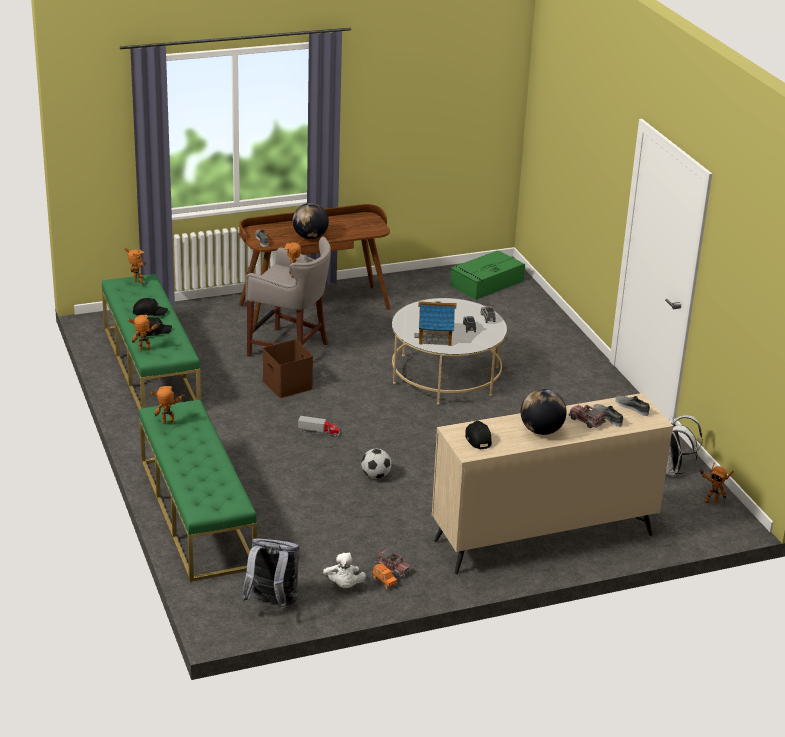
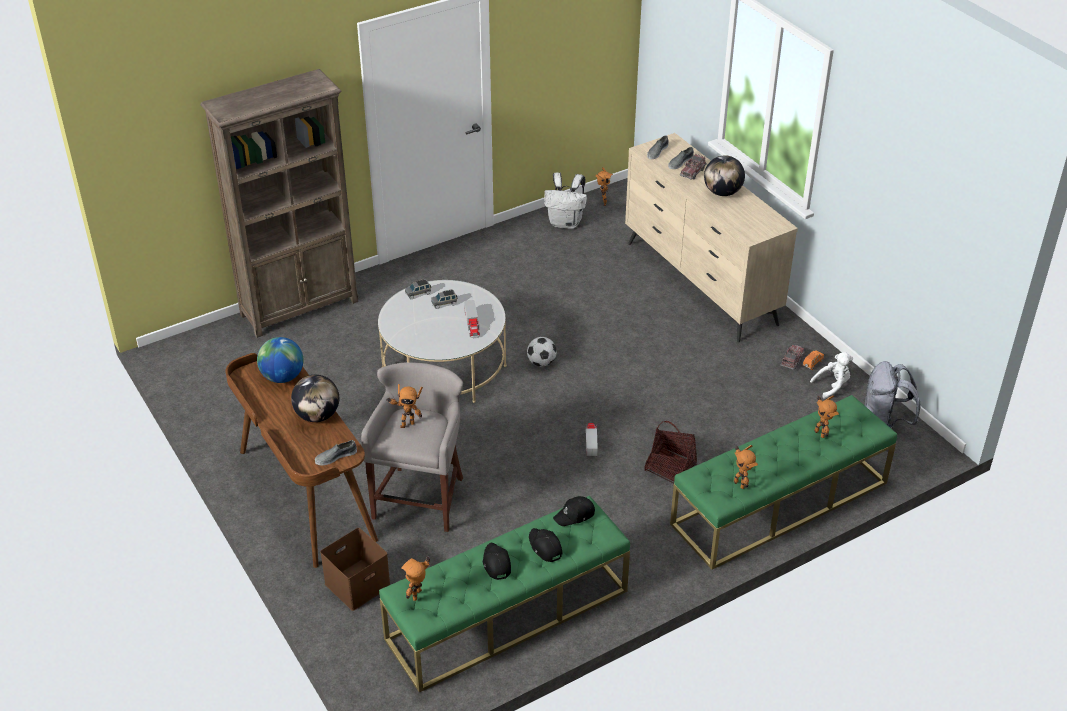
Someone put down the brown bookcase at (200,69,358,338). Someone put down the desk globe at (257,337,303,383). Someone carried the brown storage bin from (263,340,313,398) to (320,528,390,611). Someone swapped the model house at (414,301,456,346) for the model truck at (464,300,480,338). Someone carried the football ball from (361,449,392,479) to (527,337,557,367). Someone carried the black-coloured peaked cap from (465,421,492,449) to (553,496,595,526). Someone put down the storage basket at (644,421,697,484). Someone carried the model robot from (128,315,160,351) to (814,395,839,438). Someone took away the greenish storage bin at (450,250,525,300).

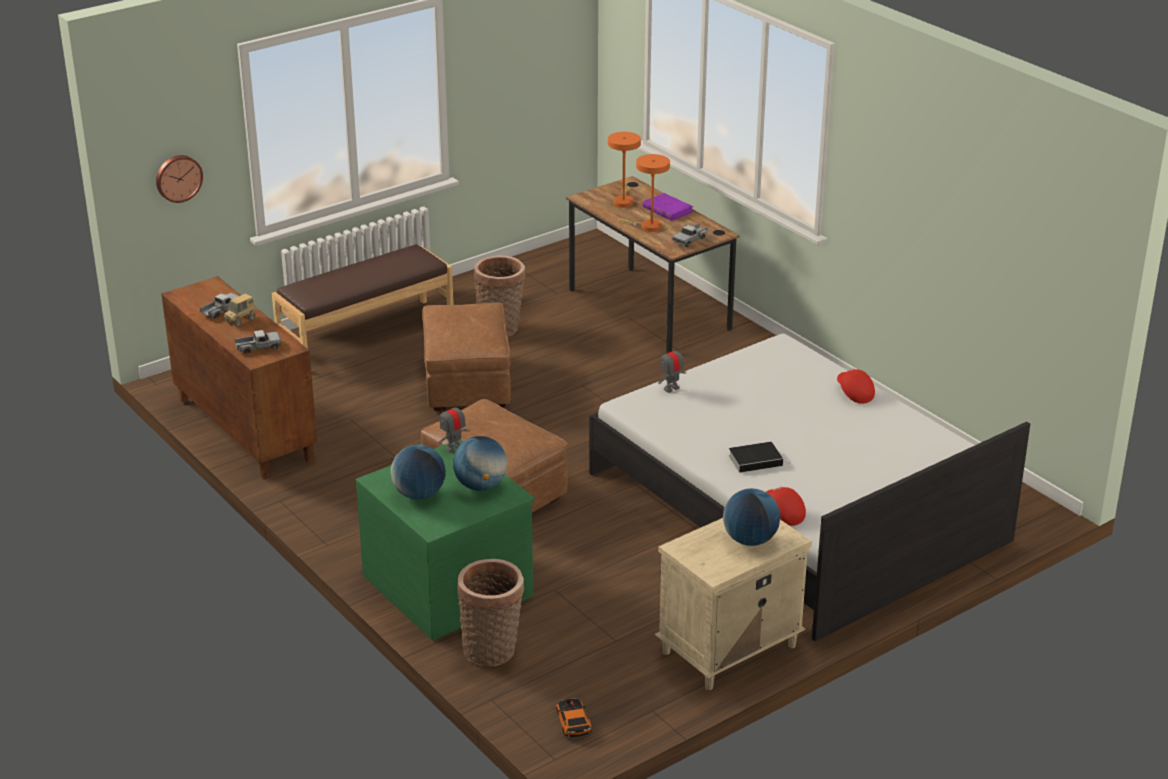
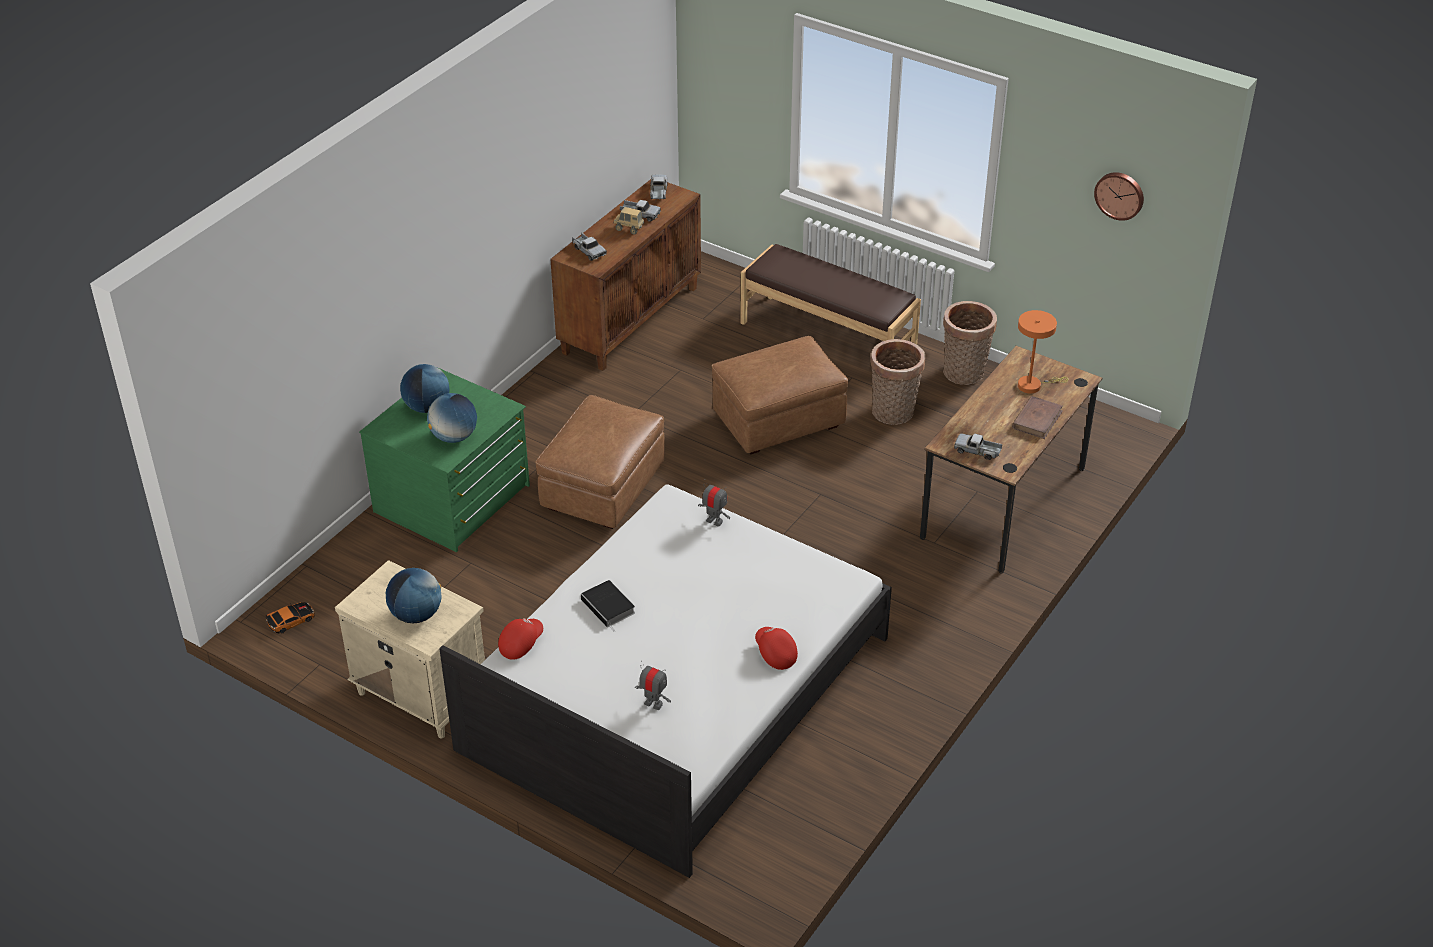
Someone carried the model robot from (438,399,470,453) to (635,661,671,710). Someone put down the model truck at (650,174,668,201). Someone rotated the reddish peaked cap at (837,369,875,404) by 75 degrees counterclockwise. Someone carried the storage basket from (457,559,524,667) to (943,301,997,385). Someone repainted the purple bound book at (643,193,693,221), which became the brown bound book at (1012,396,1063,439). Someone carried the wall clock from (156,155,203,203) to (1094,172,1144,221). Someone took away the orange-coloured table lamp at (618,154,670,232).

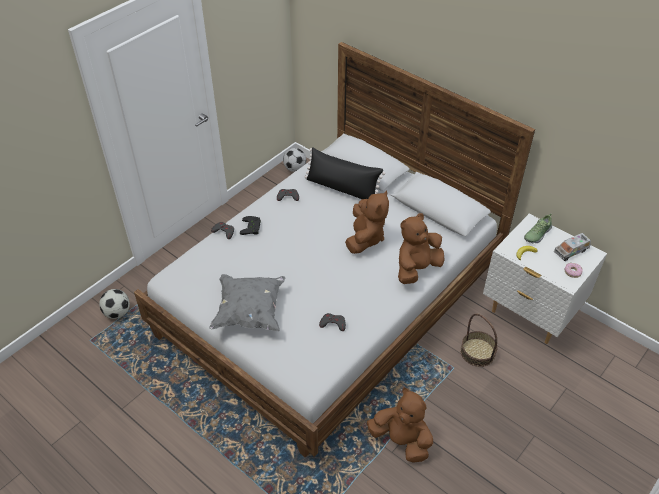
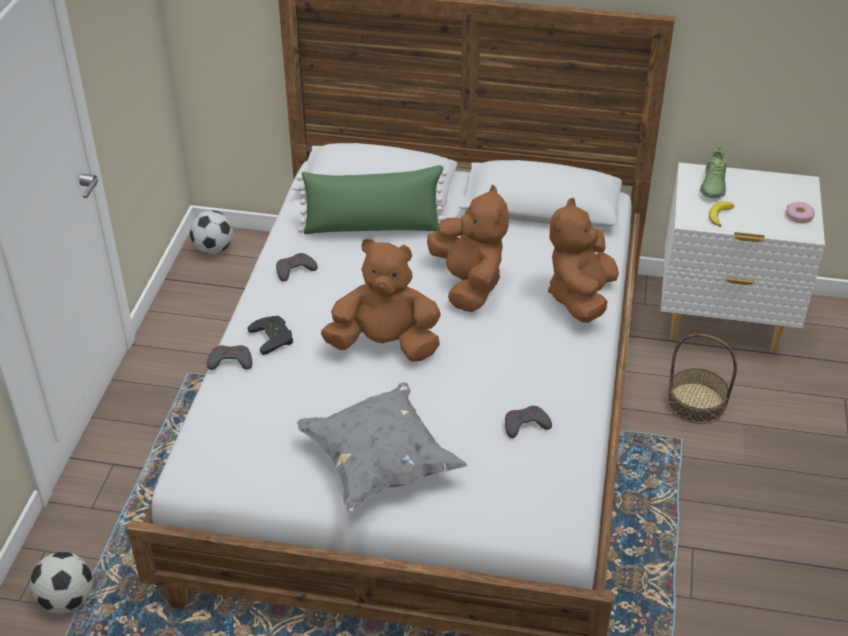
Someone repainted the black-coloured pillow at (304,147,385,199), which became the greenish pillow at (297,165,447,234). Someone carried the brown soft toy from (367,388,433,463) to (321,238,441,362). Someone took away the model truck at (554,233,591,261).

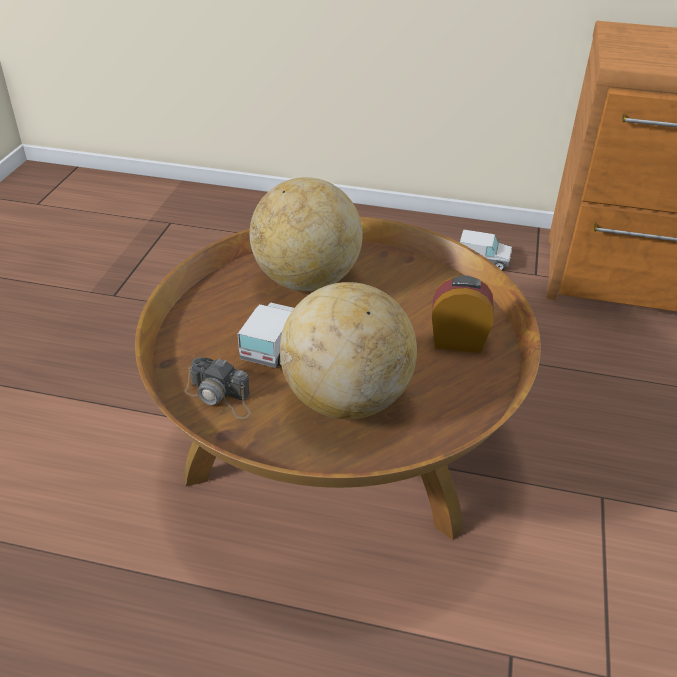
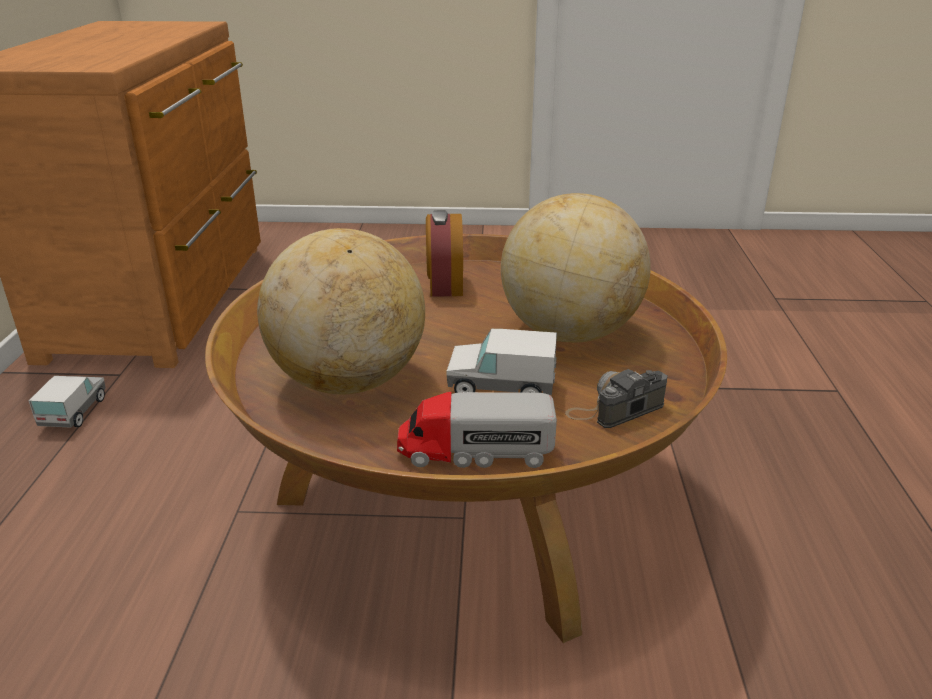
Someone put down the model truck at (397,392,557,468). Someone rotated the still camera at (184,357,251,419) by 135 degrees counterclockwise.

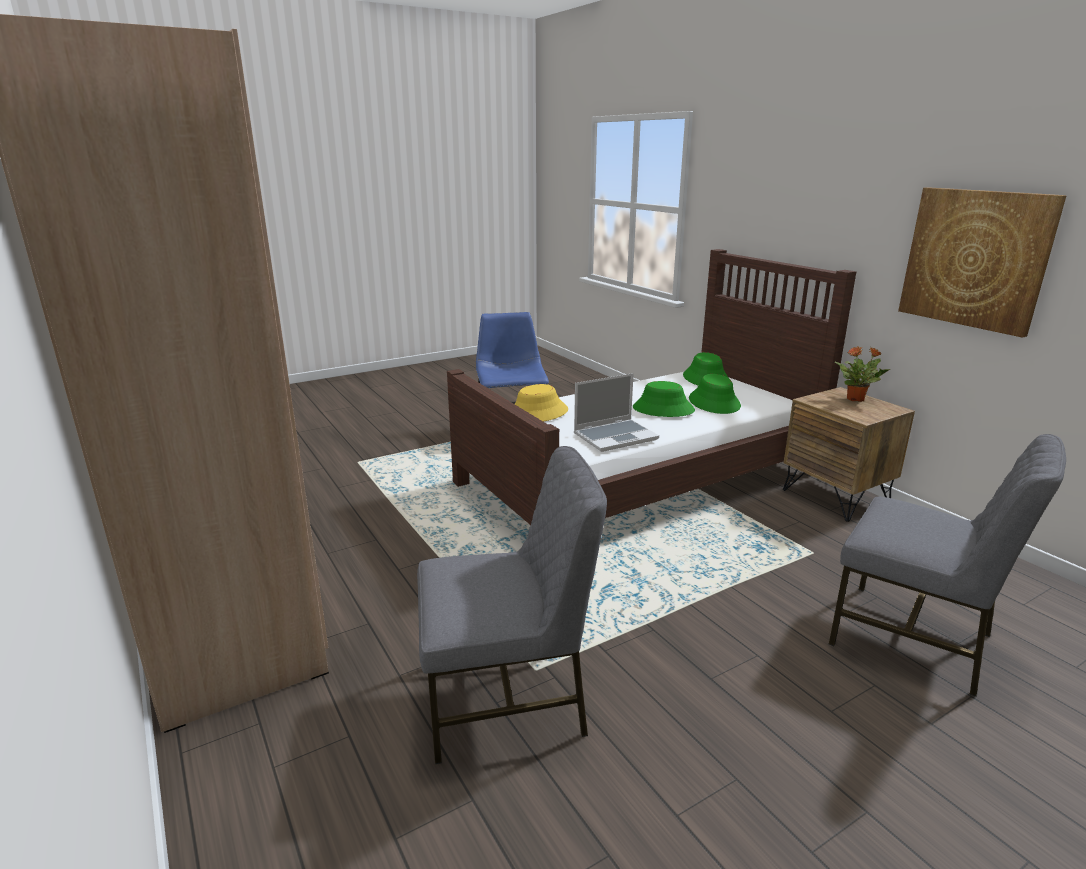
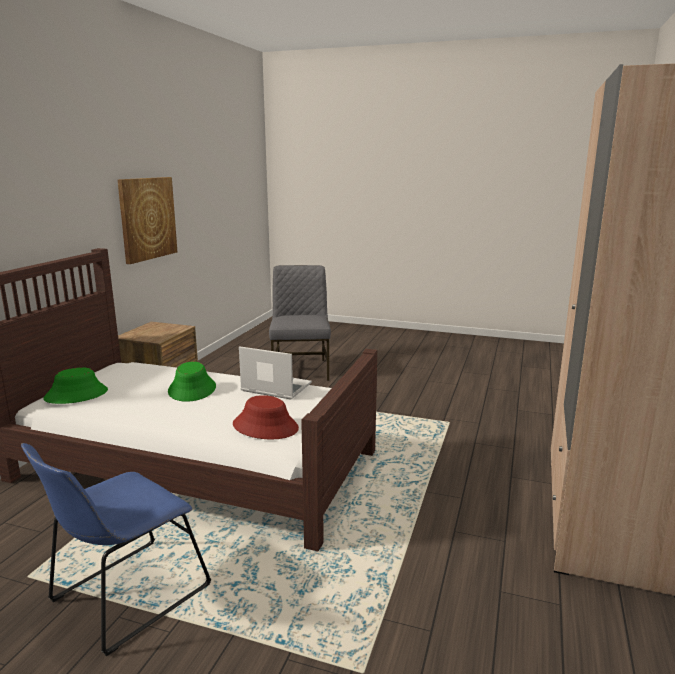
Someone repainted the yellowish clothing hat at (515,384,568,422), which became the reddish clothing hat at (233,395,299,439). Someone took away the greyish upright chair at (417,446,607,764). Someone took away the greenish clothing hat at (689,374,741,414). Someone took away the potted plant at (834,346,890,402).

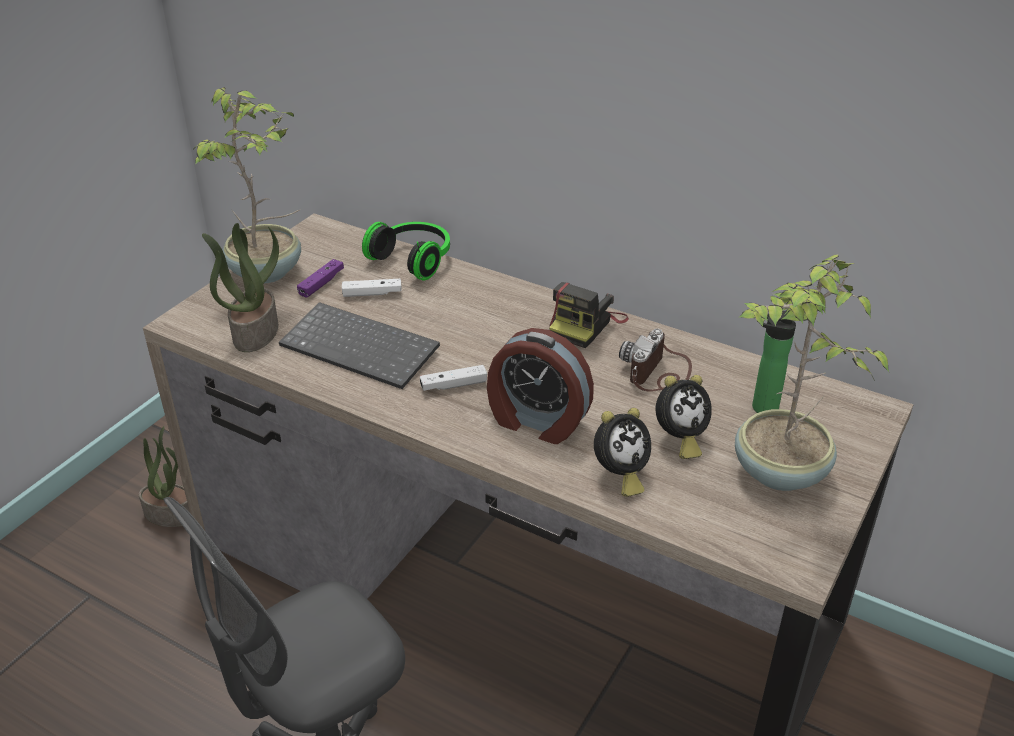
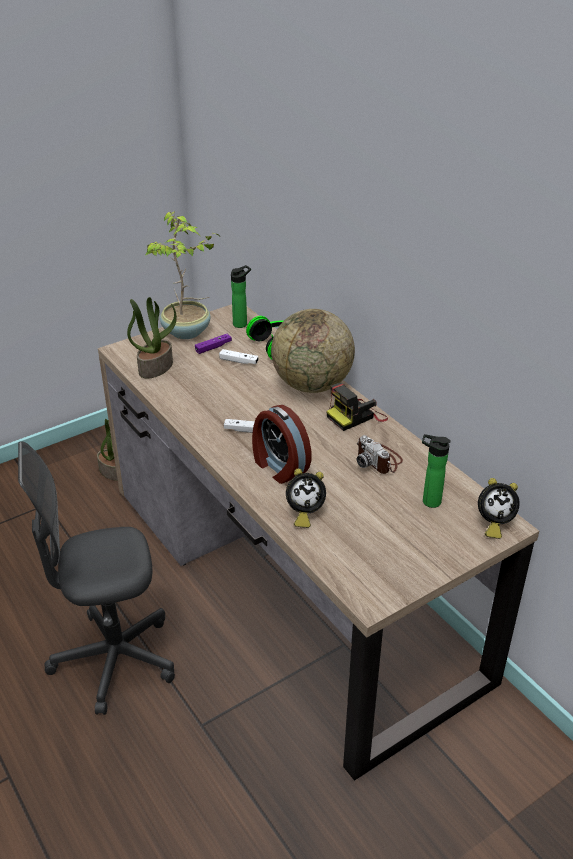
Someone put down the beverage bottle at (231,265,251,328). Someone put down the desk globe at (271,309,355,393). Someone rotated the still camera at (619,329,692,392) by 90 degrees counterclockwise. Someone carried the table clock from (656,375,712,459) to (478,478,520,539). Someone took away the keyboard at (279,302,440,389). Someone took away the potted plant at (735,254,889,491).

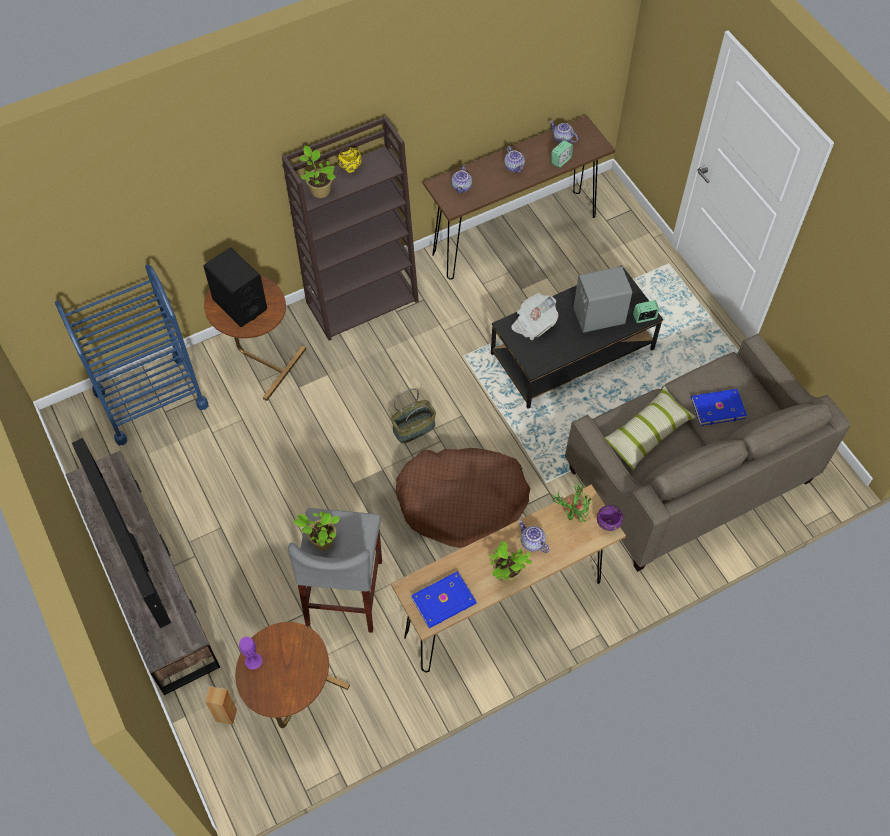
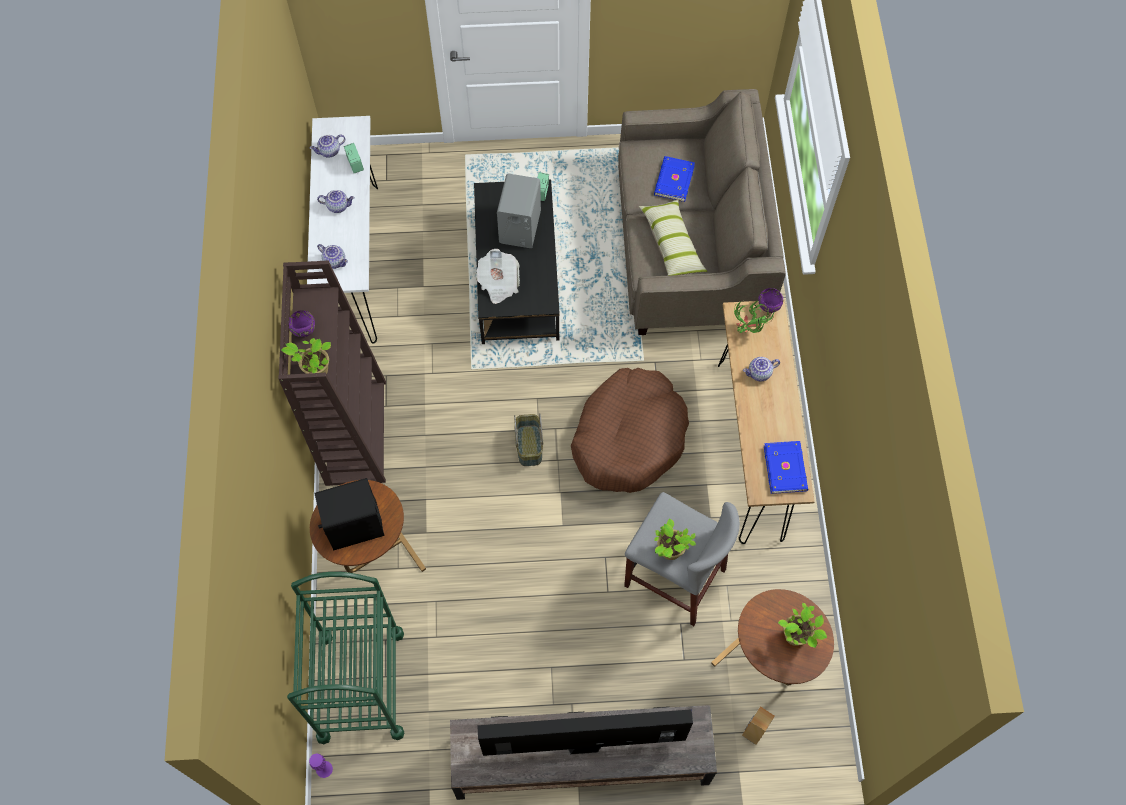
Someone repainted the blue-coloured cart at (55,264,209,446), which became the greenish cart at (287,572,404,744). Someone repainted the yellowish serving bowl at (338,148,362,173), which became the purple serving bowl at (289,310,315,337). Someone repainted the brown hall table at (423,115,615,280), which became the whitish hall table at (307,116,378,344). Someone carried the purple flower vase from (239,637,262,670) to (309,754,333,778). Someone carried the potted plant from (490,541,532,584) to (778,603,827,648).

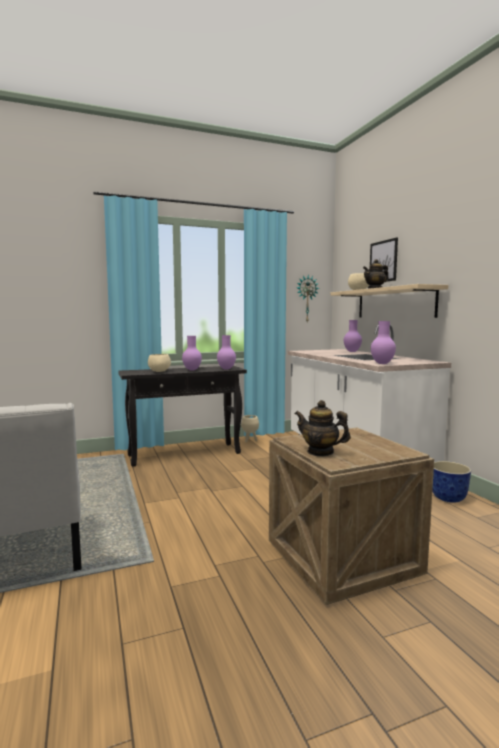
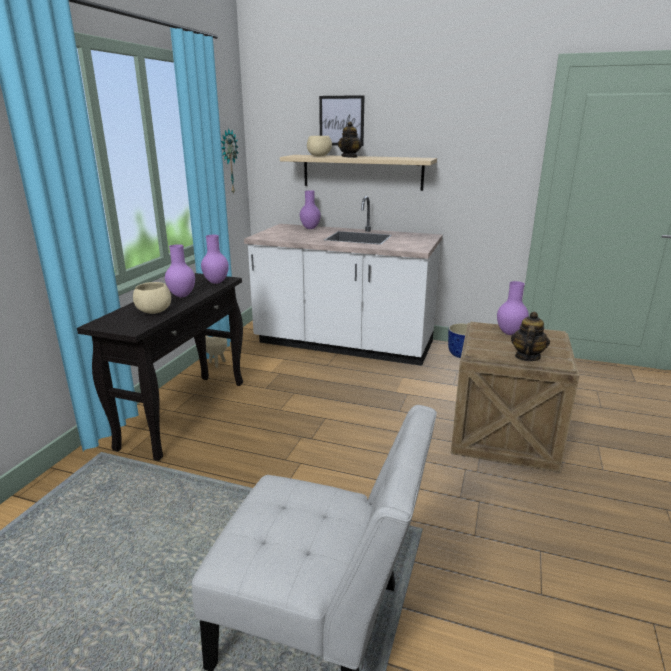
Someone carried the purple flower vase from (371,321,396,364) to (497,281,529,335). Someone rotated the teapot at (295,400,351,456) by 135 degrees clockwise.

